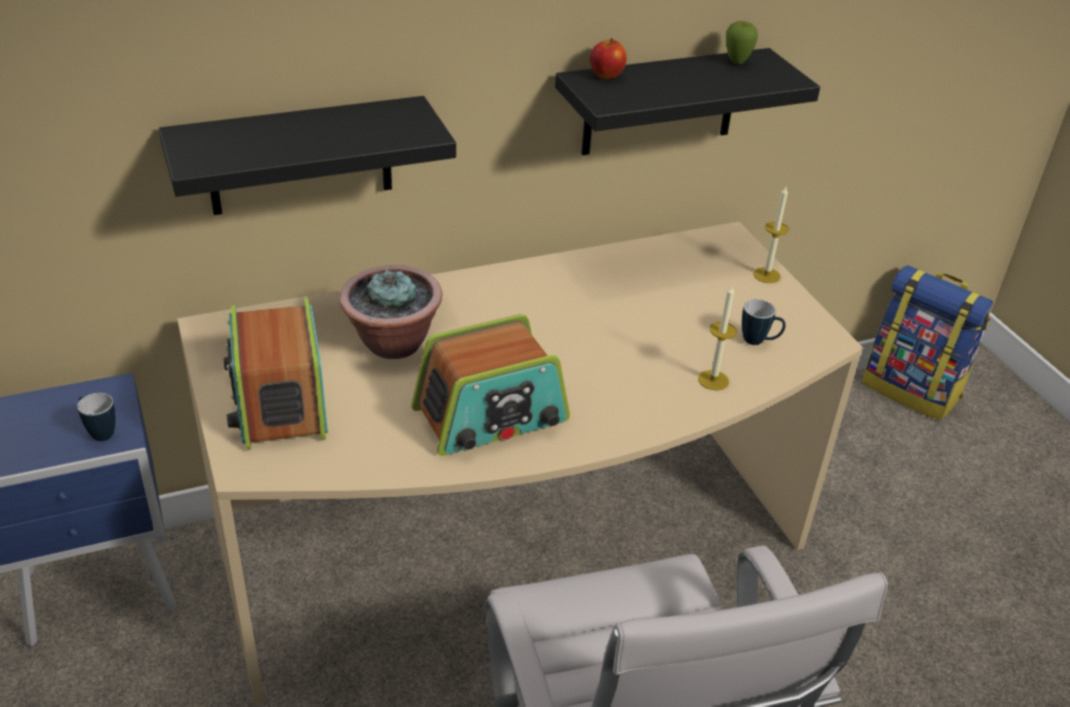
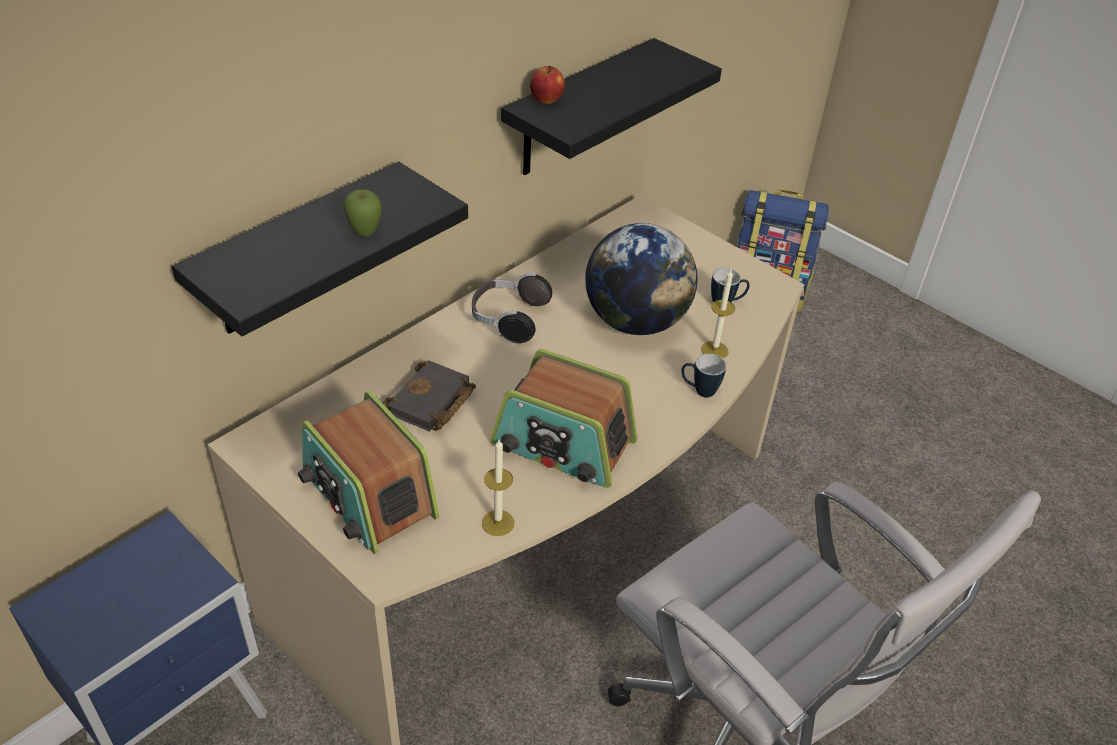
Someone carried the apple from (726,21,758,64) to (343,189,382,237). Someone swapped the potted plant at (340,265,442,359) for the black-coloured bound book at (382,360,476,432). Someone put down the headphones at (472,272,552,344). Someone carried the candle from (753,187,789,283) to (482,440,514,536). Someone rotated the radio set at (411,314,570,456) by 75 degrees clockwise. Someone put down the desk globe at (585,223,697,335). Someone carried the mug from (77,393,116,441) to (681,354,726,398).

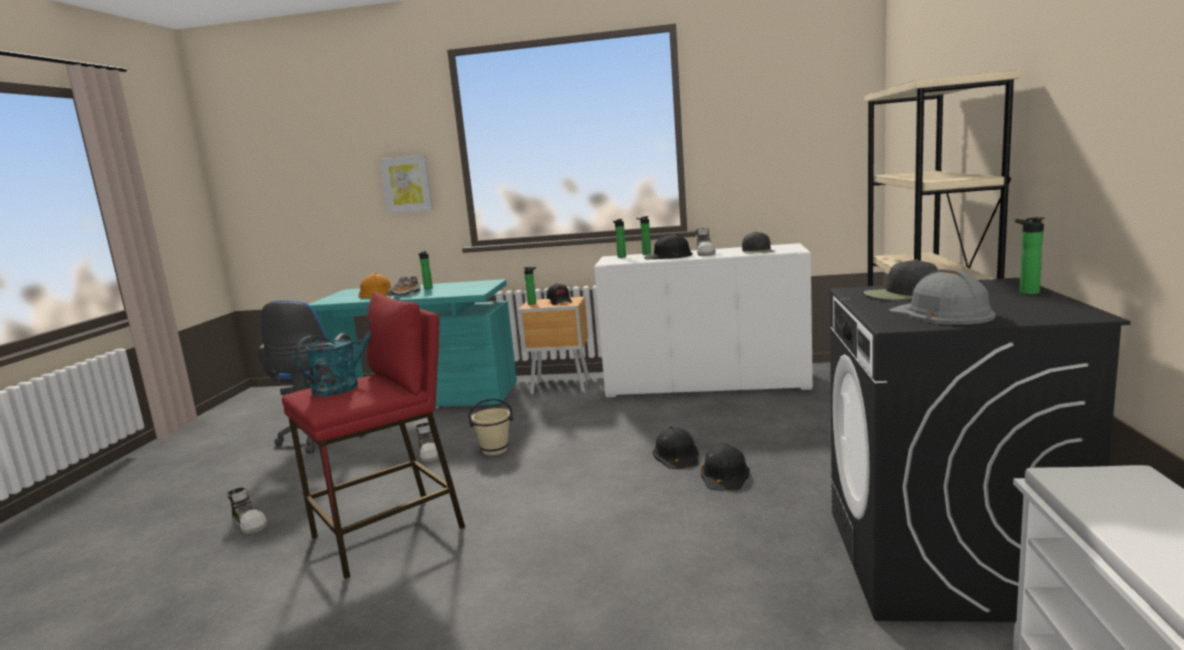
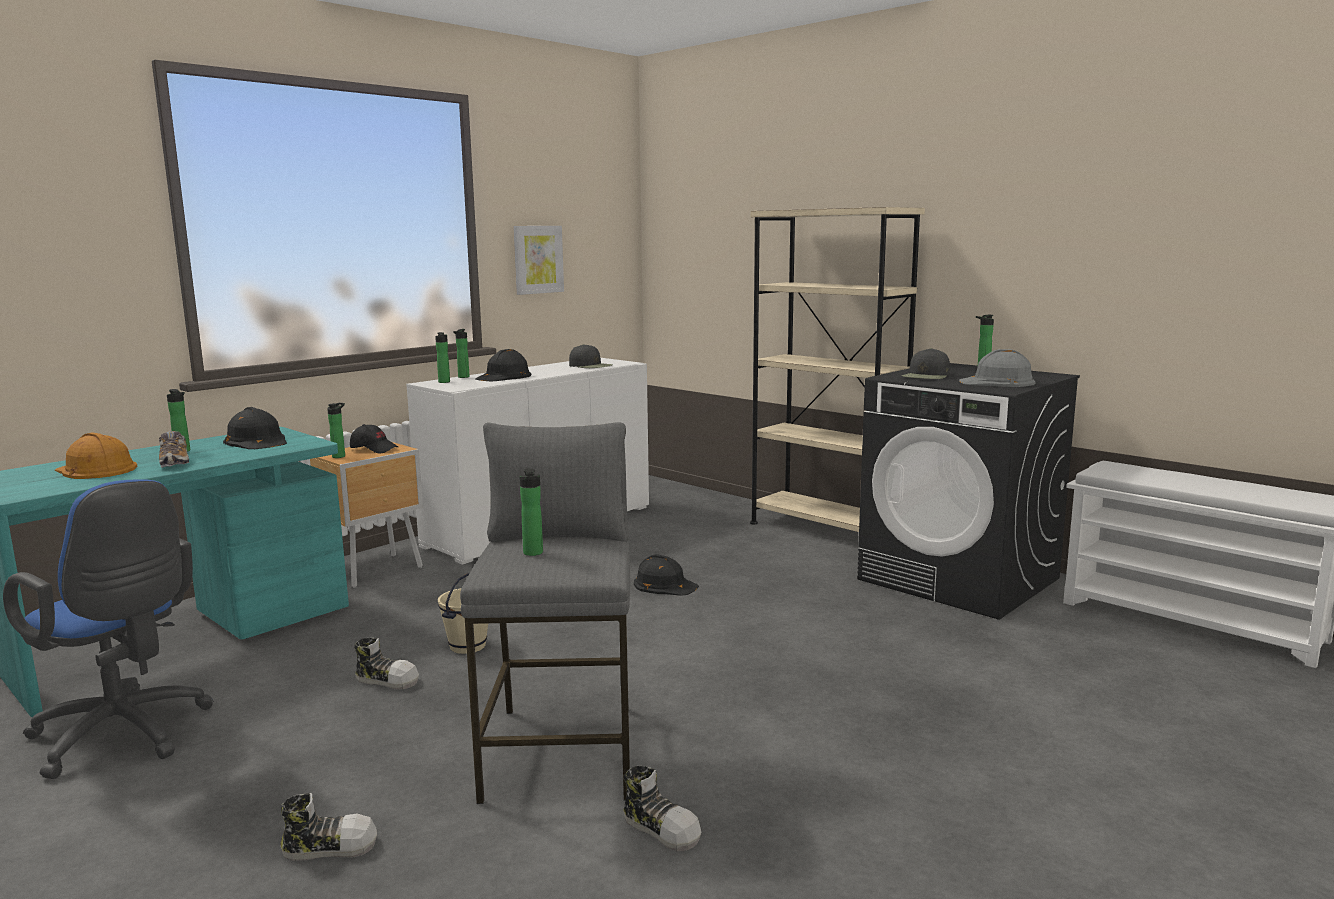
Someone carried the black-coloured hard hat from (701,443,750,491) to (223,407,287,449). Someone repainted the reddish stool seat at (282,291,465,579), which became the greyish stool seat at (460,423,630,804). Someone carried the wall picture from (380,155,433,214) to (513,226,564,295). Someone swapped the blue-green watering pot at (295,320,371,396) for the beverage bottle at (519,468,543,556). Someone carried the item of footwear from (696,228,716,256) to (623,766,701,851).

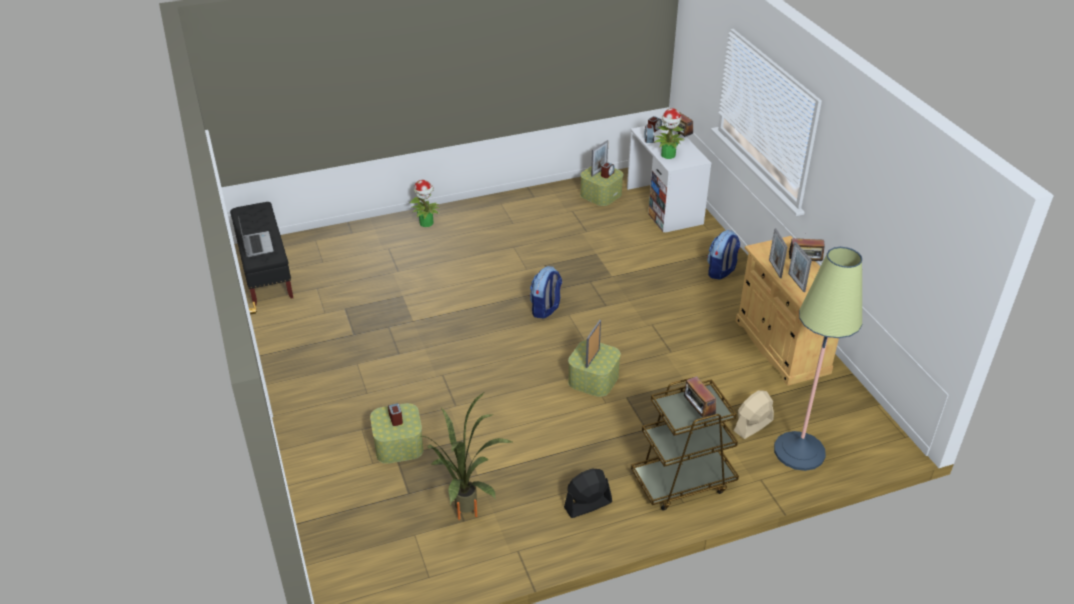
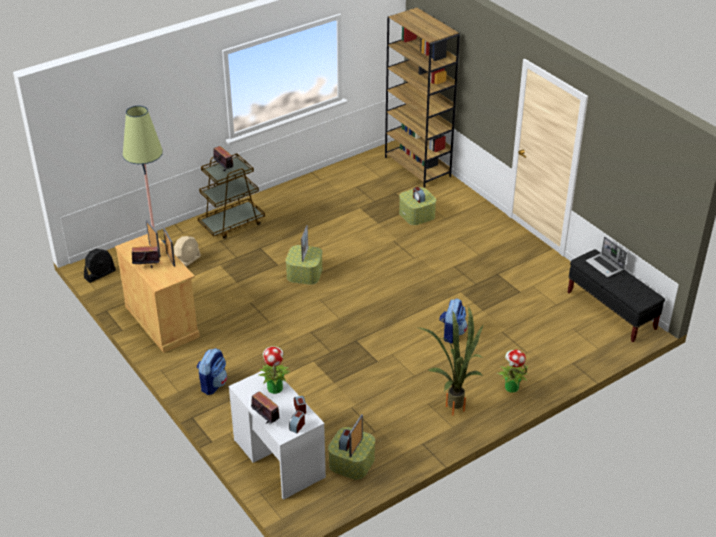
Someone carried the black-coloured cooling fan from (564,469,612,518) to (84,249,116,283). Someone put down the brown bookcase at (385,8,460,188). Someone carried the potted plant from (420,393,514,520) to (416,306,483,415). Someone carried the rucksack from (530,266,562,318) to (439,298,467,344).

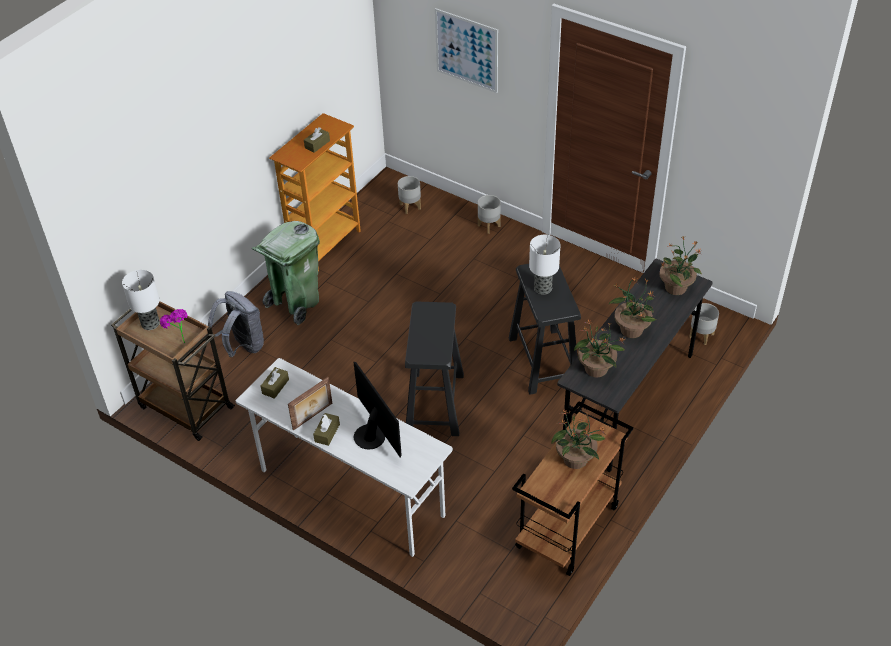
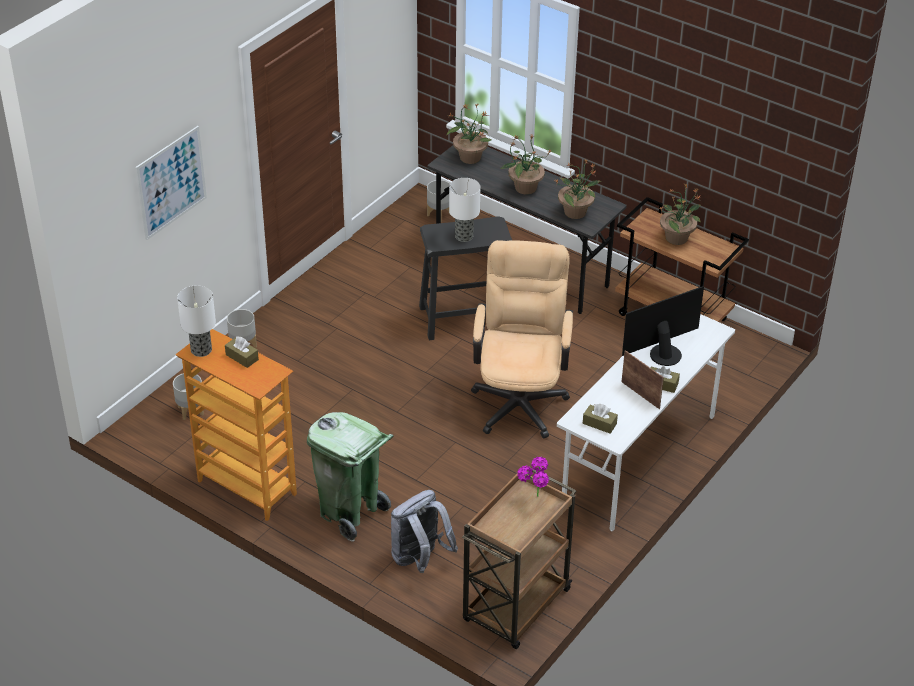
Someone carried the table lamp from (122,270,160,330) to (177,285,216,357). Someone swapped the black-coloured stool seat at (405,301,464,436) for the sand-coloured office chair at (471,240,573,438).

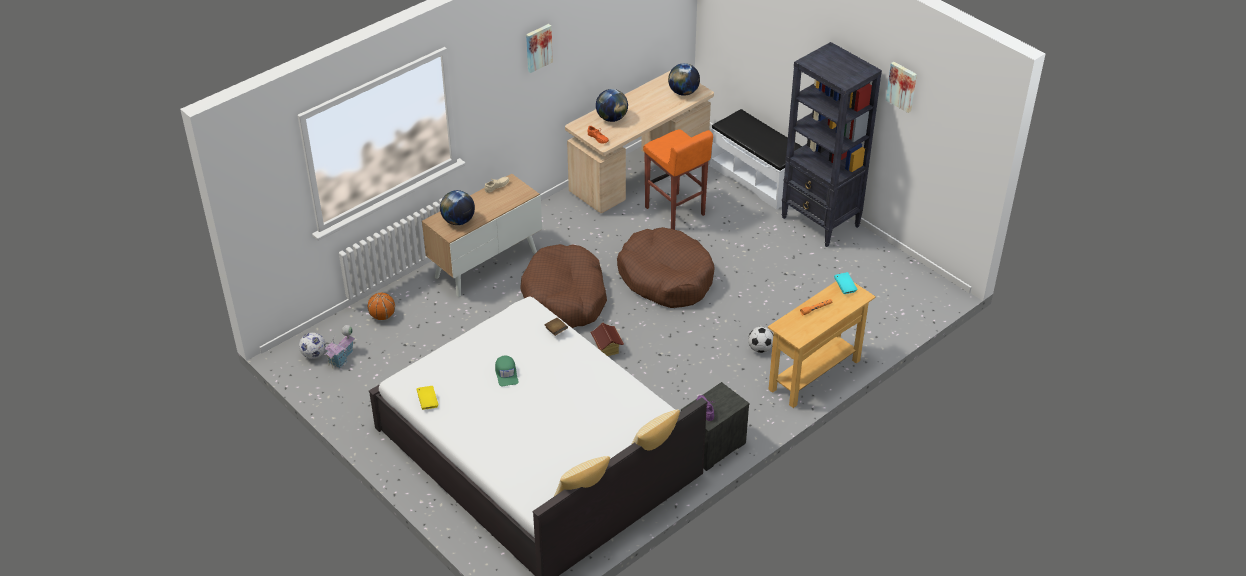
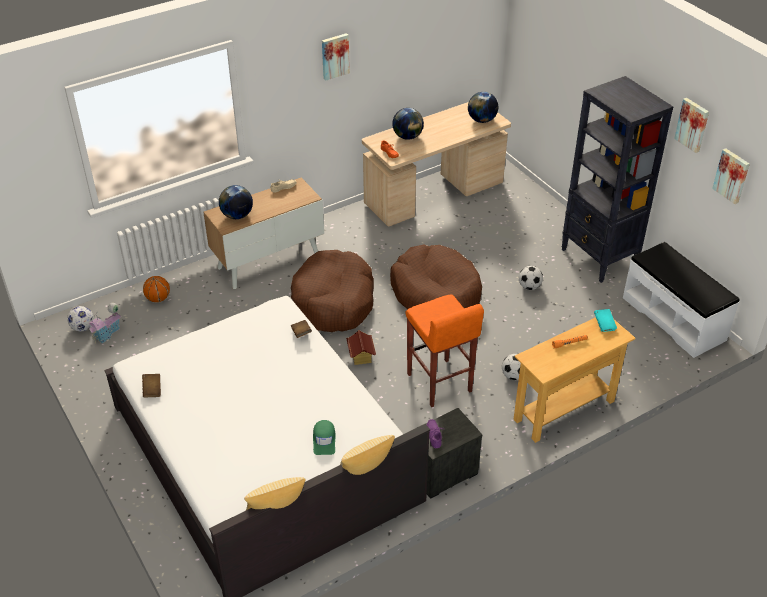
Someone repainted the yellowish bound book at (416,386,439,410), which became the brown bound book at (142,374,161,397). Someone carried the greenish peaked cap from (495,355,518,386) to (313,420,336,455). Someone carried the orange-coloured stool seat from (643,129,713,230) to (406,295,484,407). Someone put down the football ball at (519,266,543,290). Someone carried the whitish bench from (710,109,802,210) to (623,242,740,358). Someone put up the wall picture at (712,148,750,204).

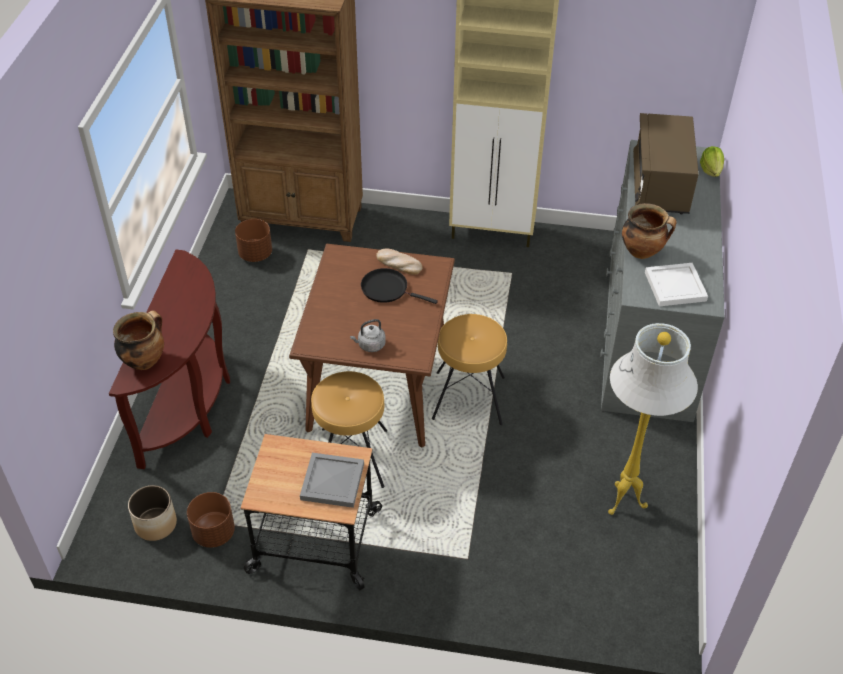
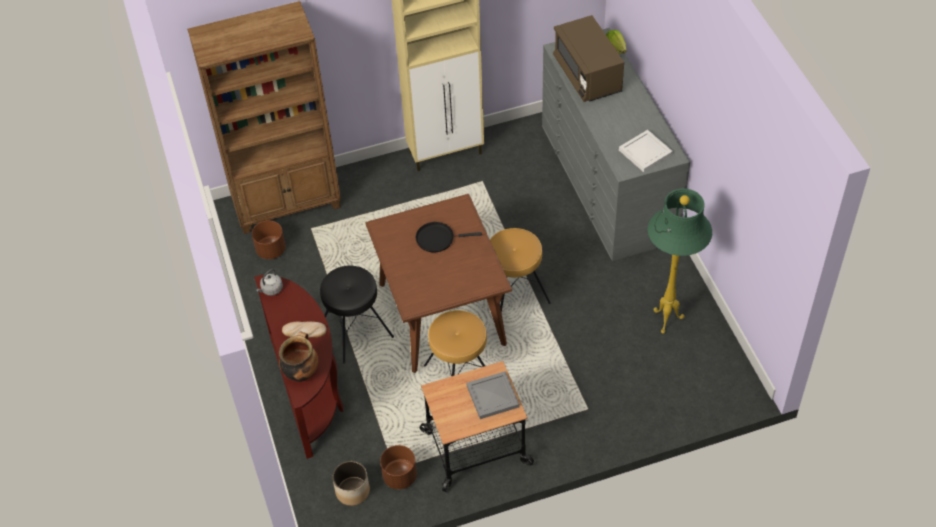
Someone carried the greyish water kettle from (350,319,386,352) to (256,269,283,296). Someone carried the bread from (376,248,422,275) to (282,321,326,338). Someone put down the black-coloured stool seat at (320,266,394,364). Someone repainted the whitish standing lamp at (608,323,698,515), which became the greenish standing lamp at (648,188,712,334). Someone took away the stockpot at (622,203,677,259).

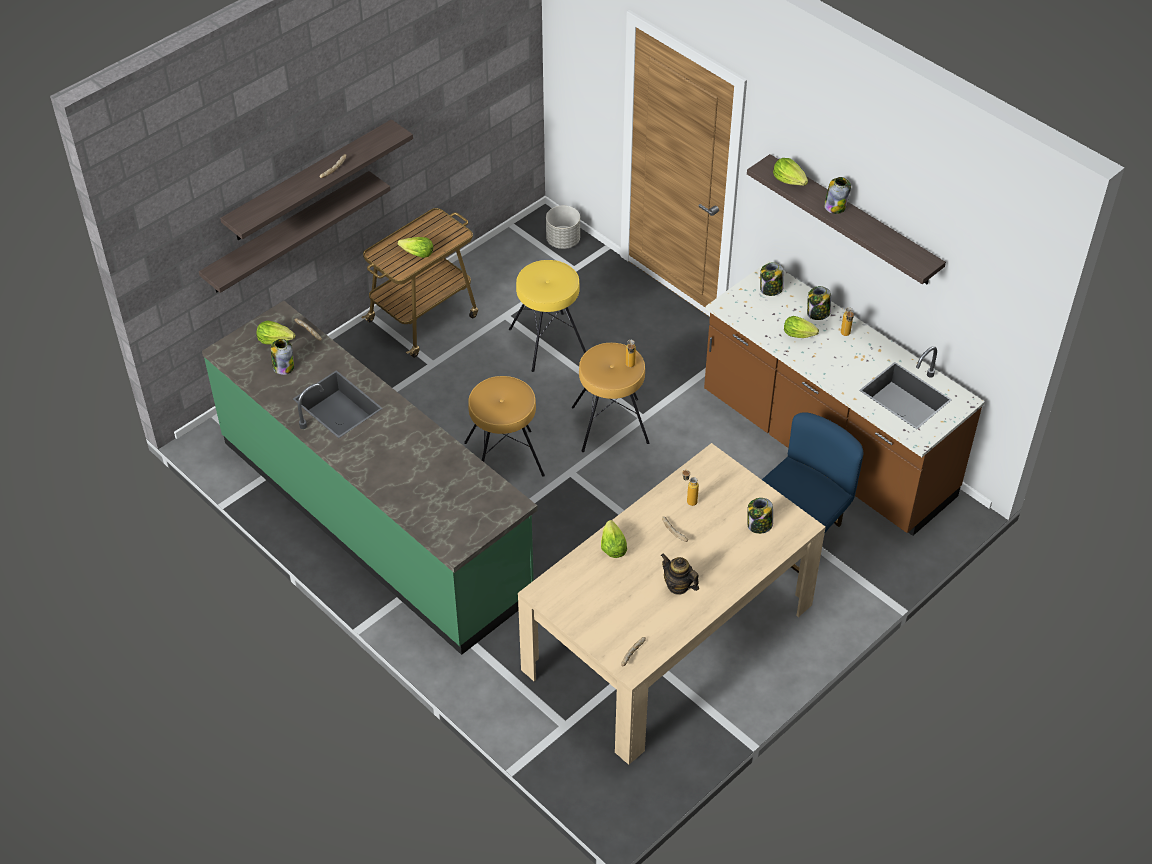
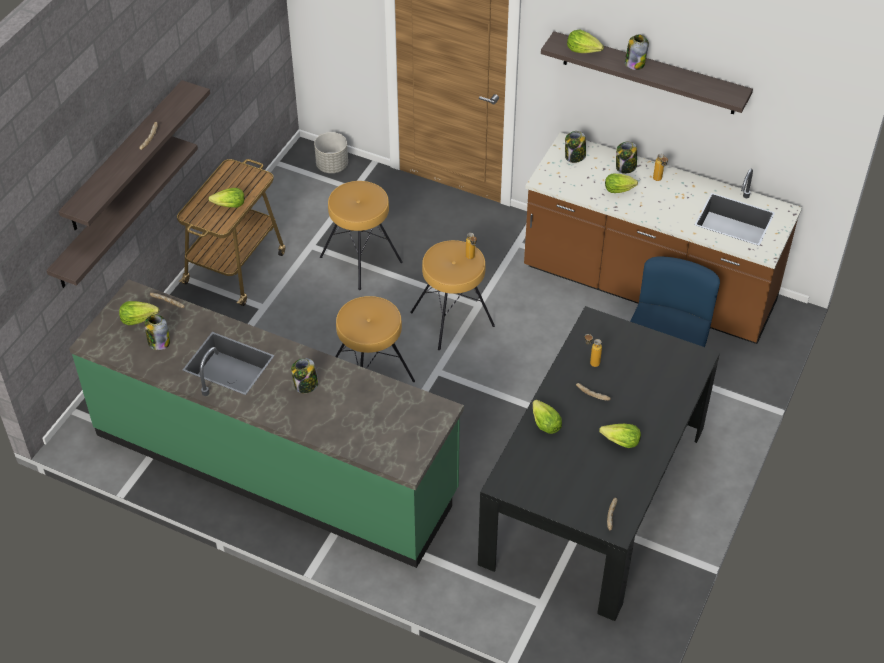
Someone carried the storage jar from (747,498,773,534) to (291,358,319,393). Someone repainted the yellowish stool seat at (509,260,586,372), which became the brown stool seat at (320,181,403,290). Someone repainted the sand-coloured dining table at (518,443,826,765), which became the black-coloured dining table at (478,306,720,621). Someone swapped the teapot at (661,553,699,595) for the lettuce head at (599,424,641,448).

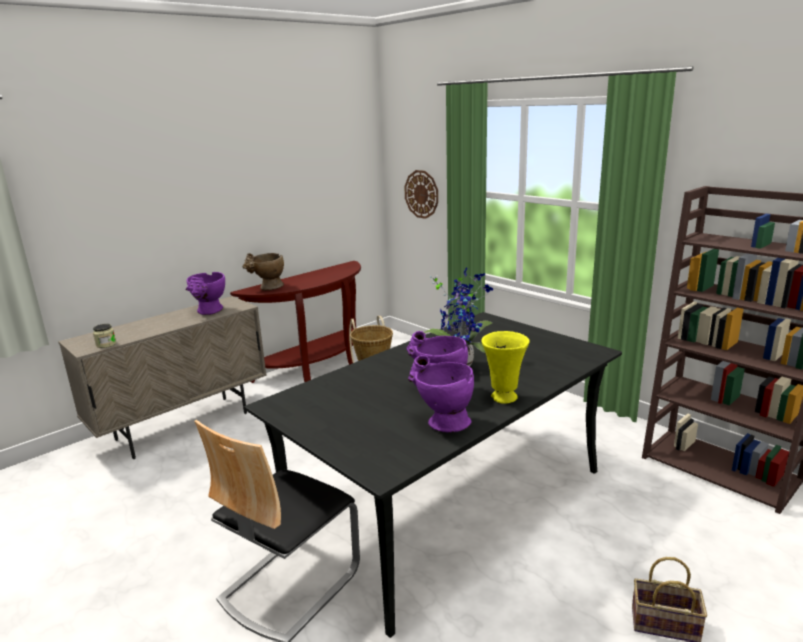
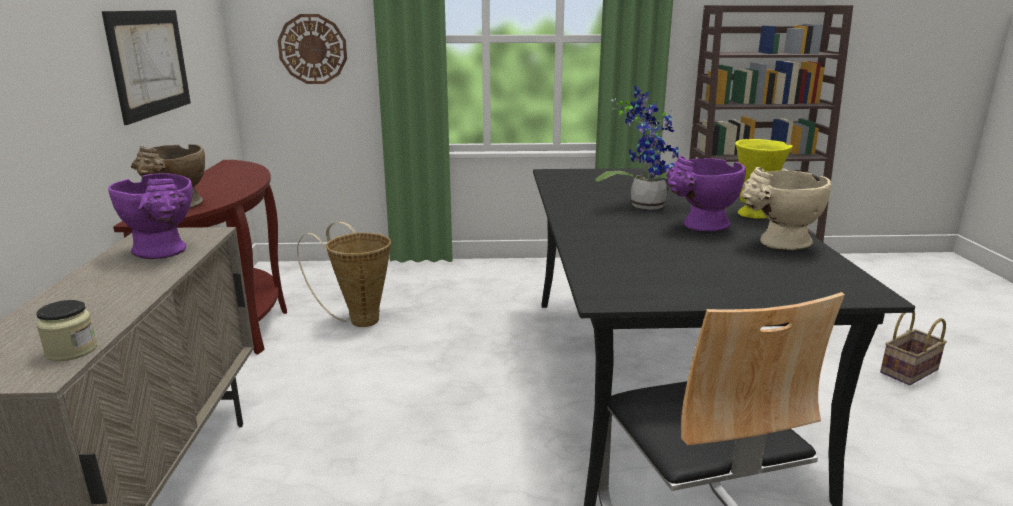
Someone put up the wall picture at (102,10,191,125). Someone repainted the purple flower vase at (408,355,474,433), which became the sand-coloured flower vase at (741,167,831,250).

